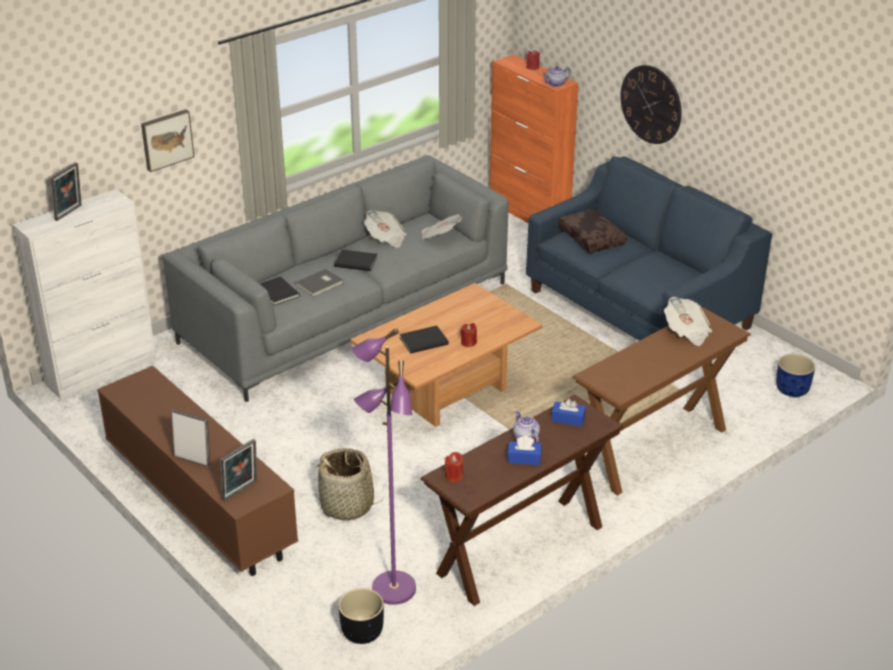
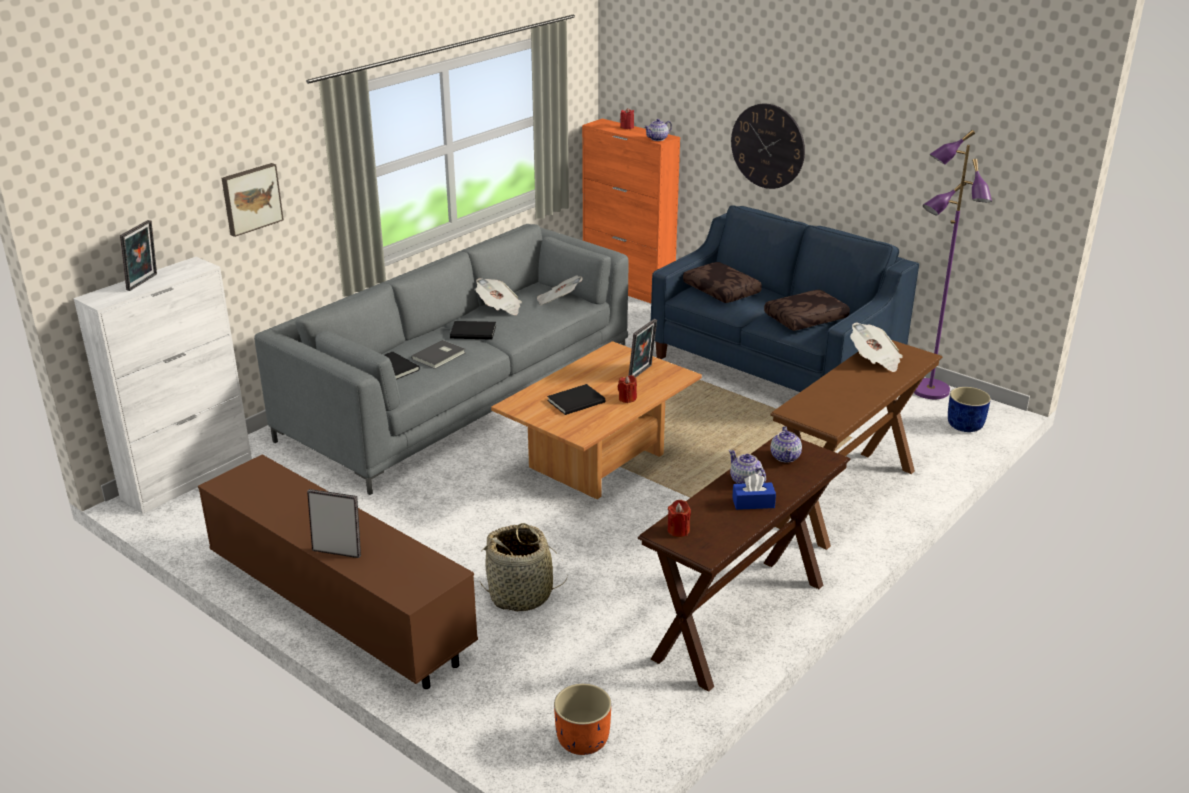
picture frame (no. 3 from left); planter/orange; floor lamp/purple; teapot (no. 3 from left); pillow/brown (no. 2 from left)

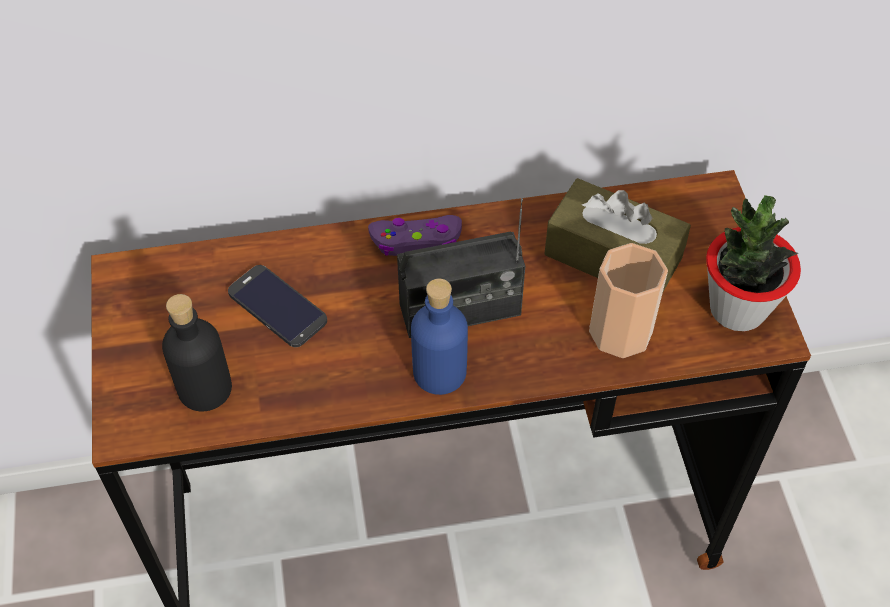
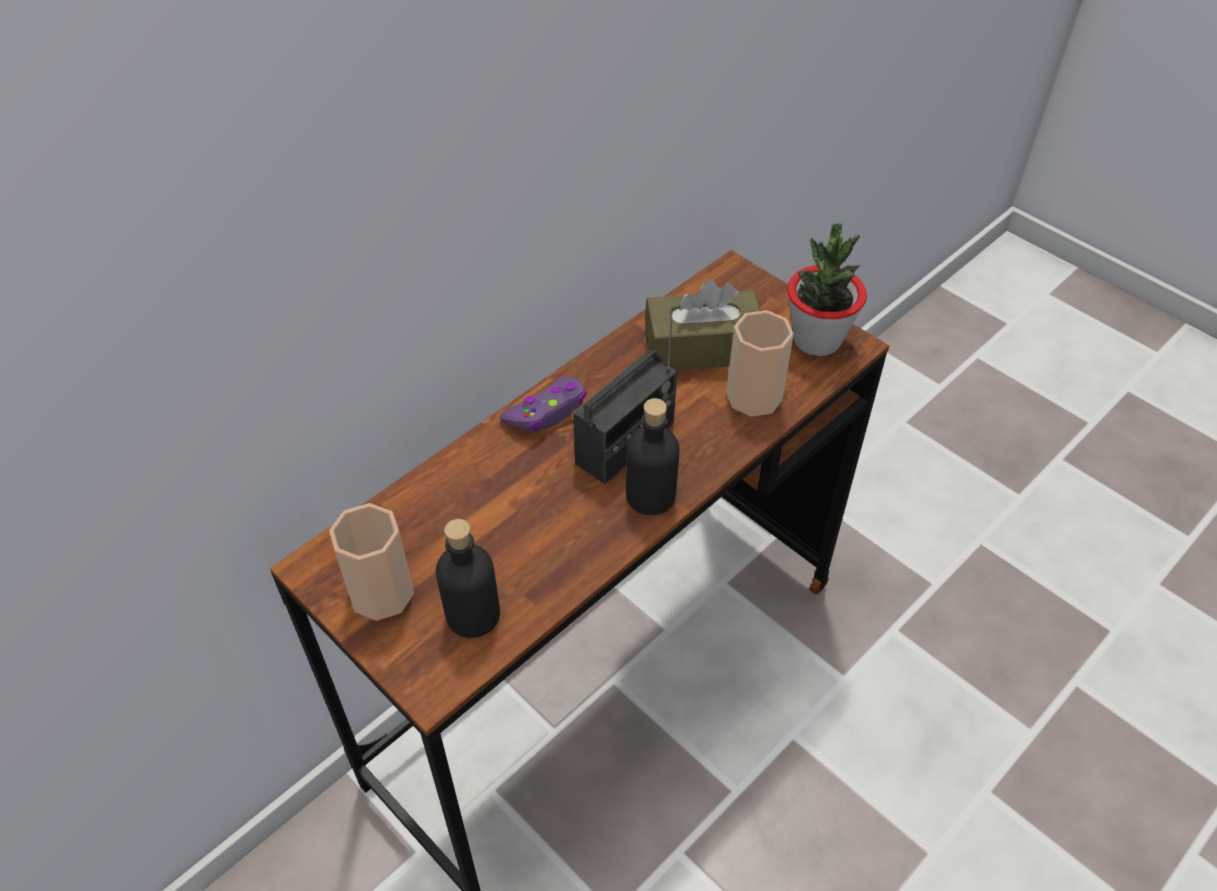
phone; bottle/black (no. 2 from left); cup (no. 1 from left)

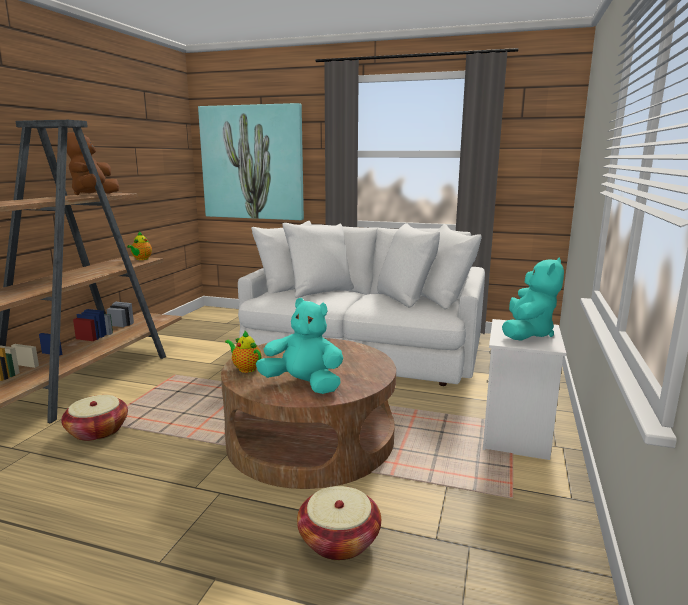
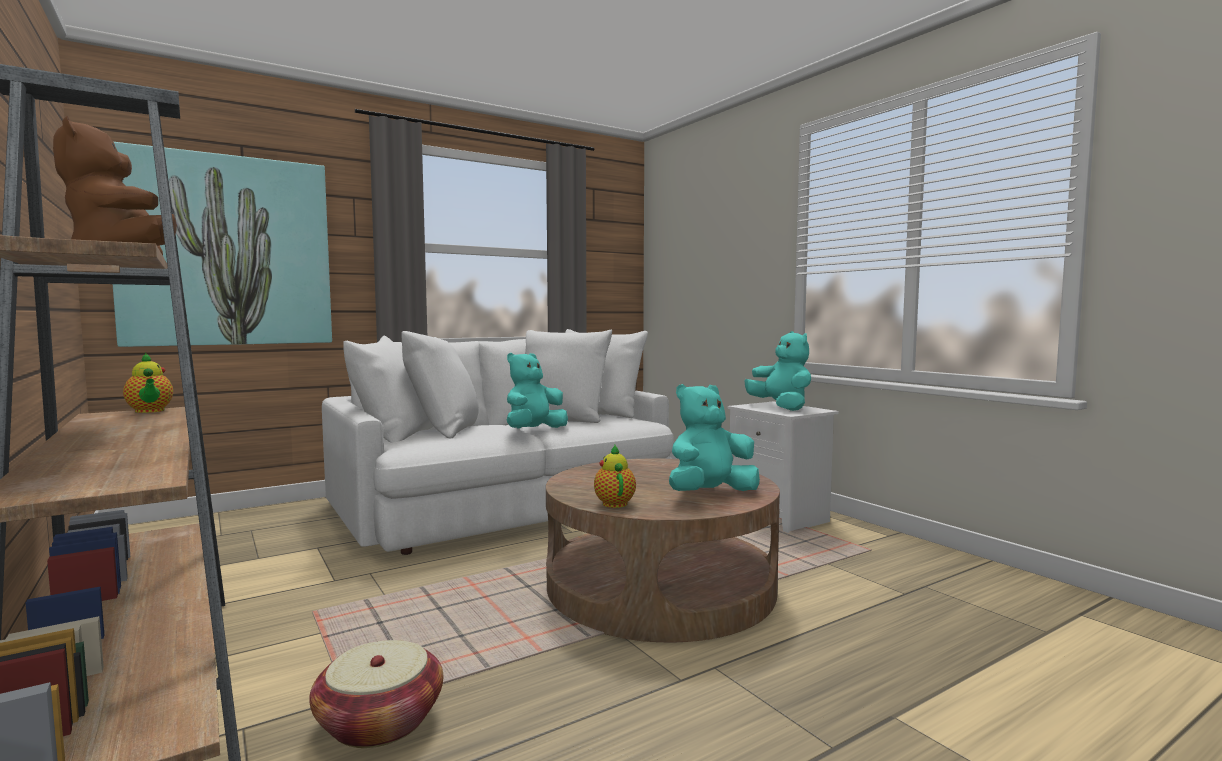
teapot (no. 2 from left); basket (no. 2 from left in the first image); plush toy/turquoise (no. 1 from left)

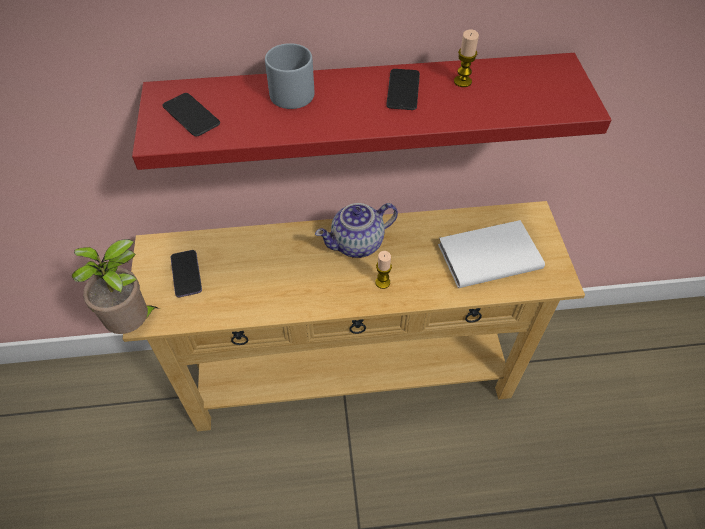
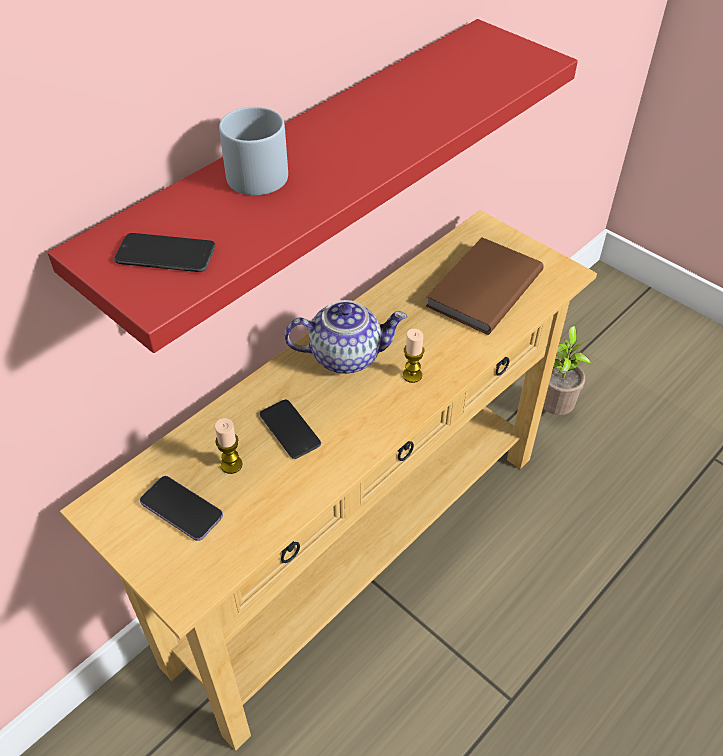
potted plant; teapot; phone (no. 3 from left); book/brown; candle (no. 1 from left)

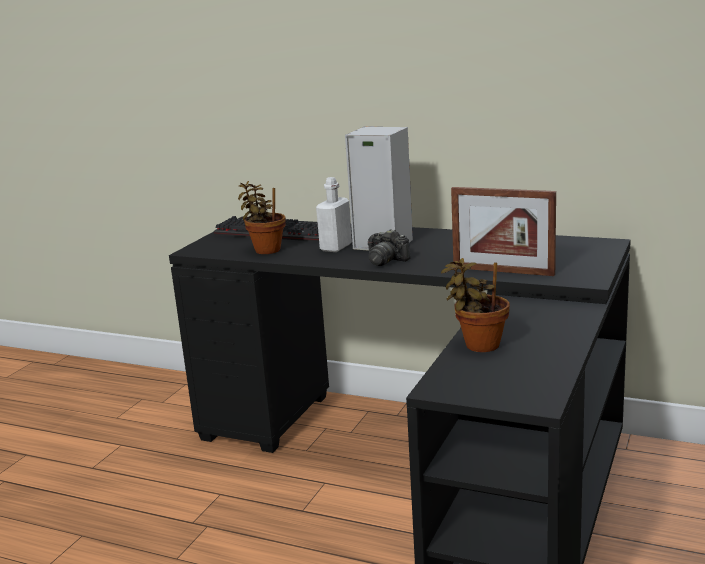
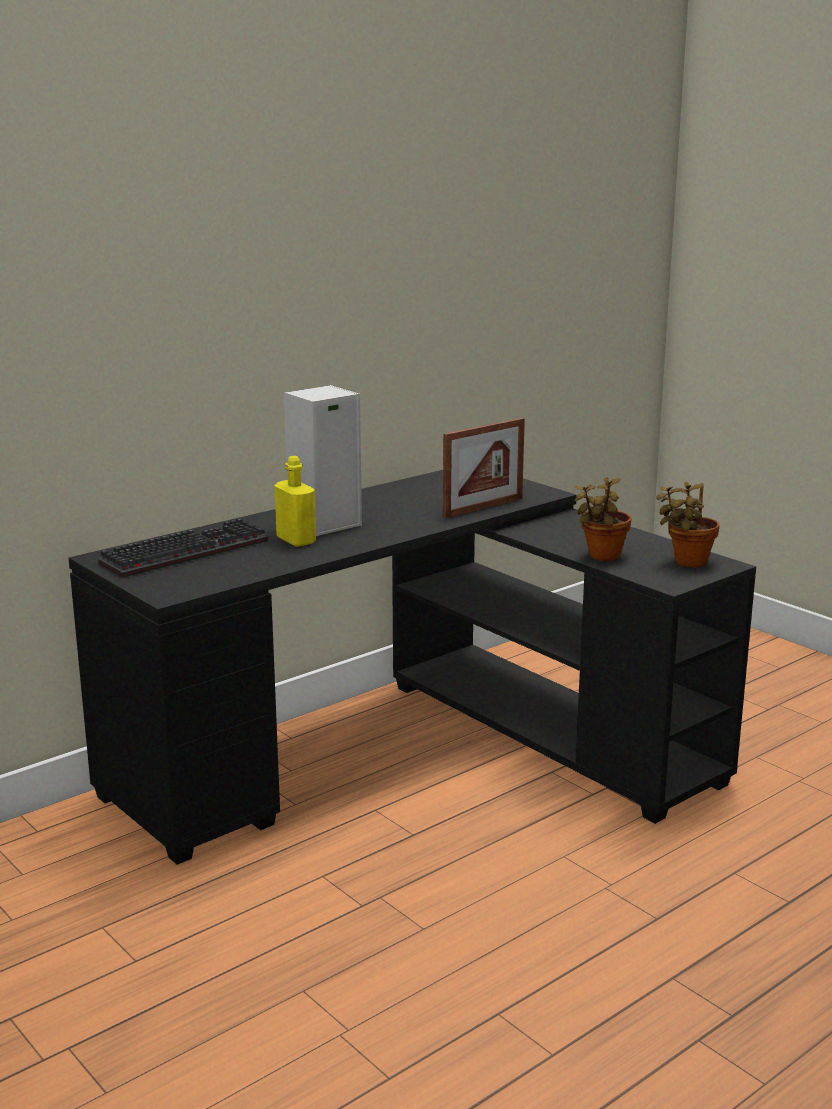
potted plant (no. 2 from left); bottle/yellow; photo camera

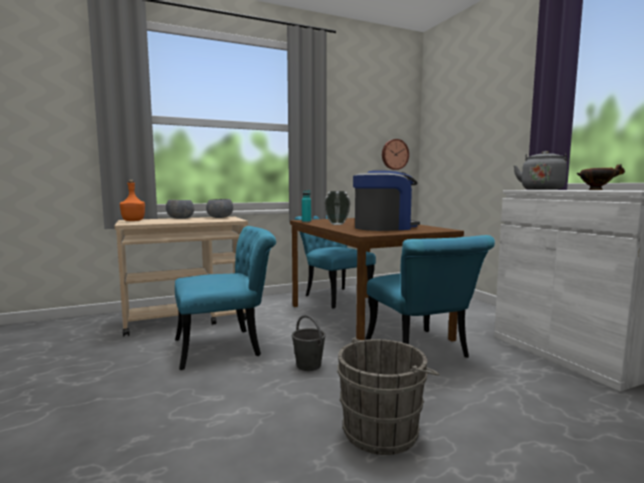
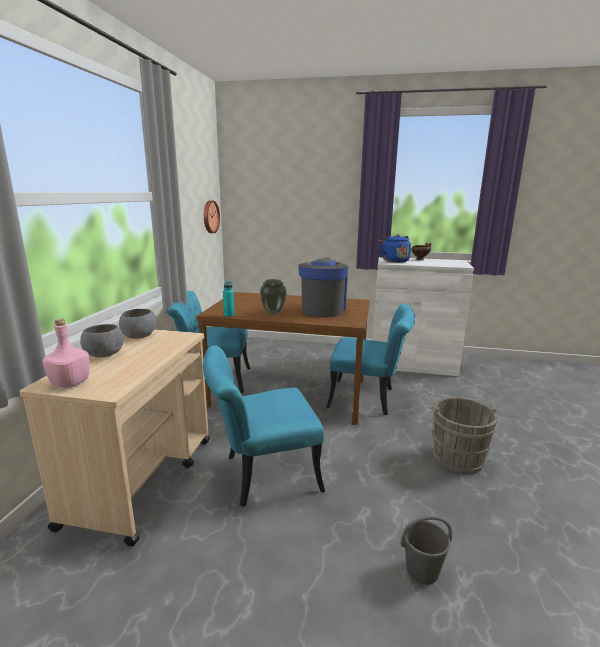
bottle/pink; chair/turquoise (no. 2 from left); bucket/grey (no. 1 from left); kettle/blue

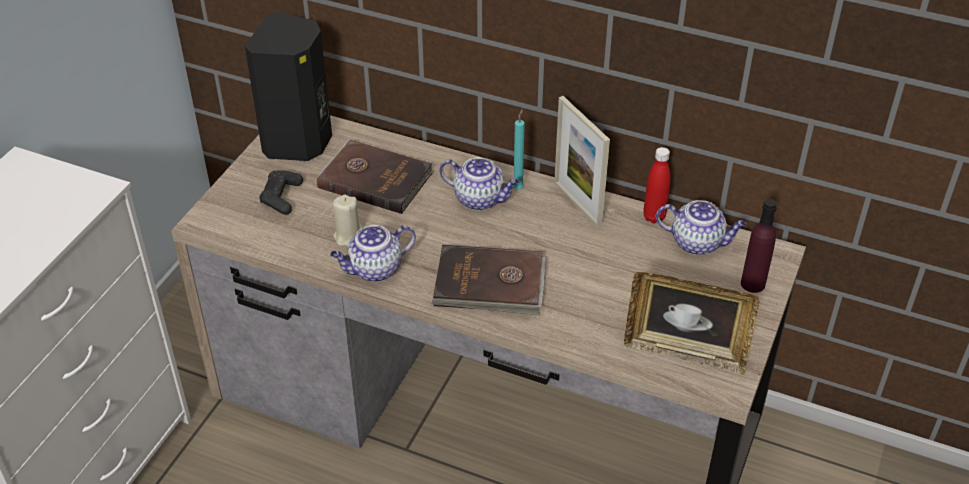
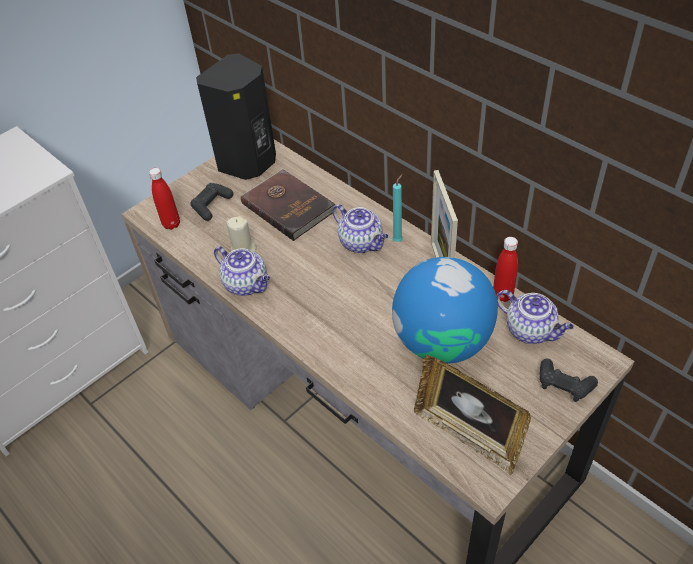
teapot (no. 1 from left); book/brown (no. 2 from left in the first image); game controller/black (no. 2 from left); bottle/red (no. 1 from left); globe

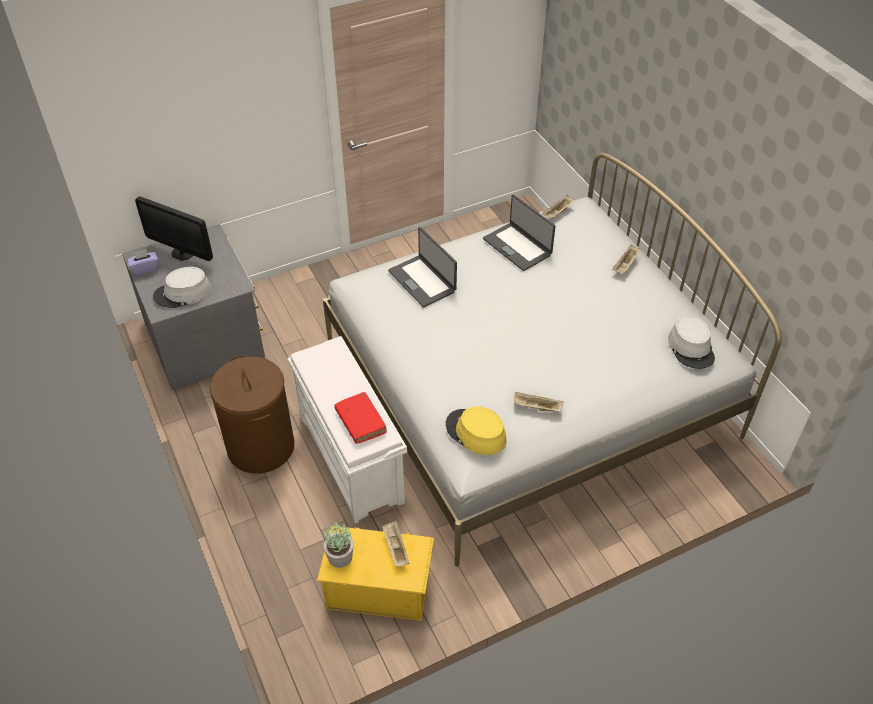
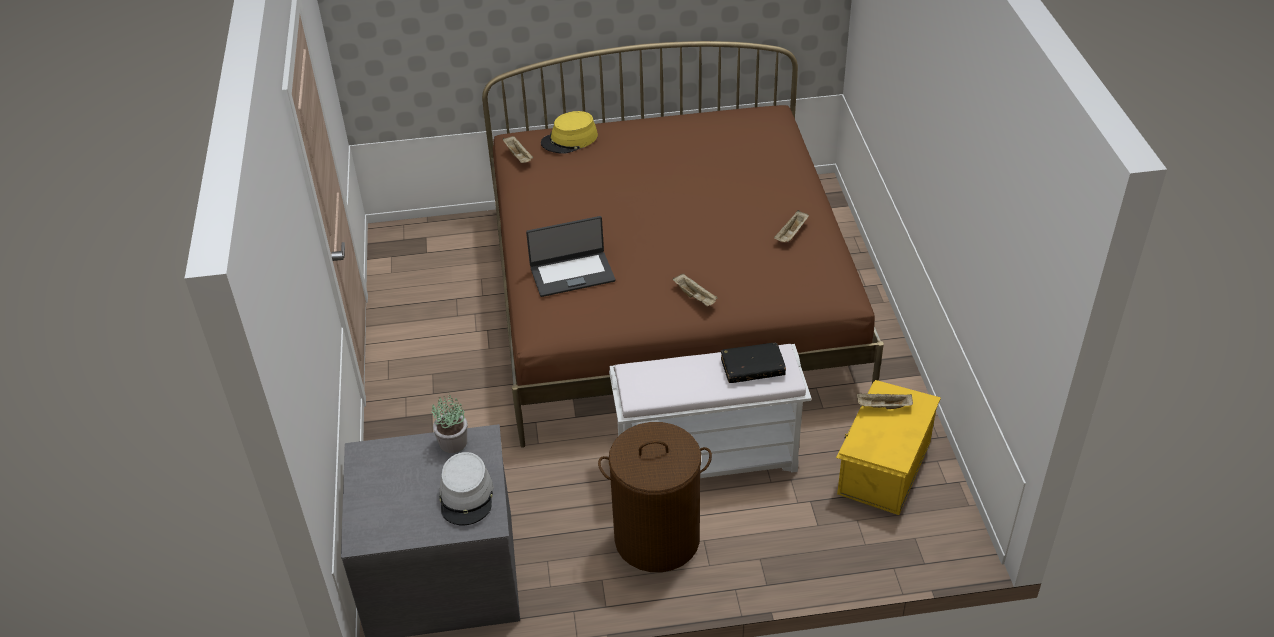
tissue box/purple; monitor; bed/brown; potted plant; book/black; hat/yellow; laptop (no. 2 from left in the first image); tray/beige (no. 2 from left); hat/grey (no. 2 from left in the first image)

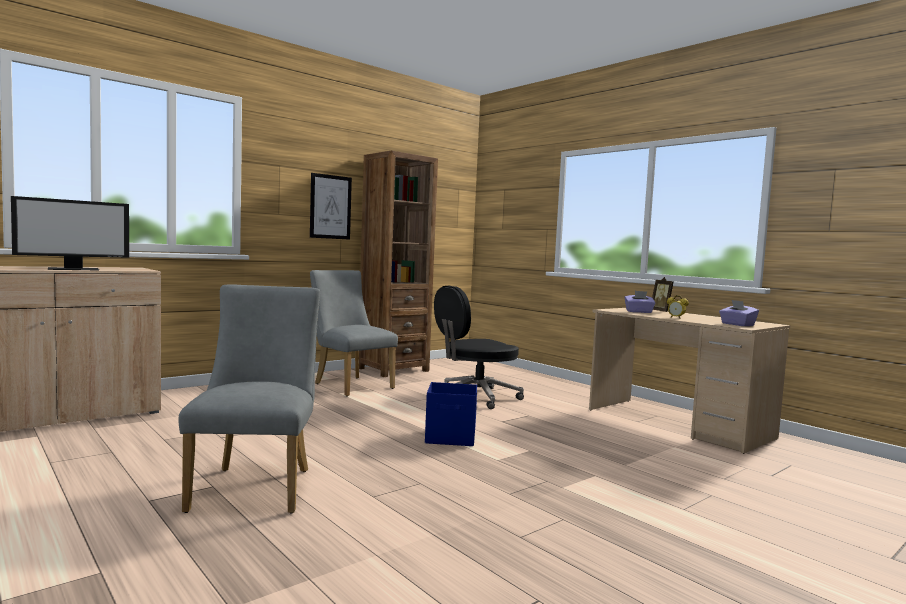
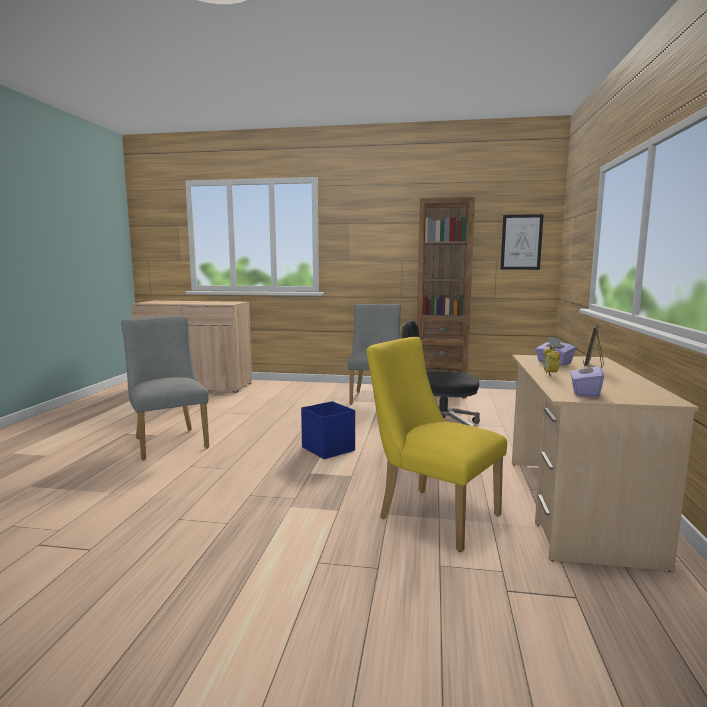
monitor; chair/grey (no. 1 from left); picture; chair/yellow

